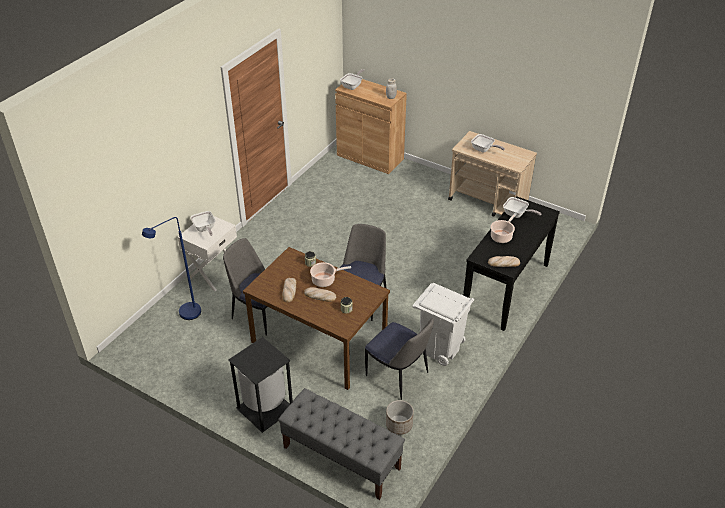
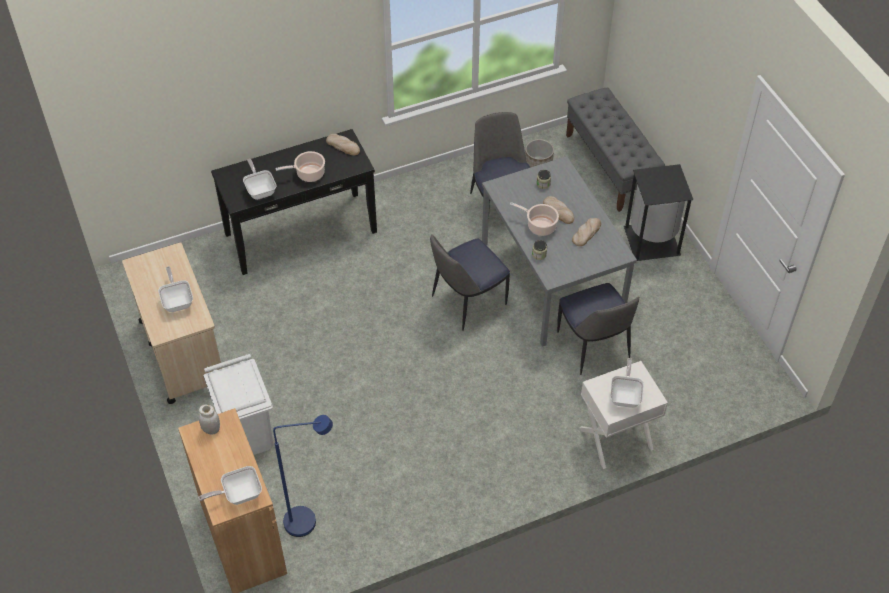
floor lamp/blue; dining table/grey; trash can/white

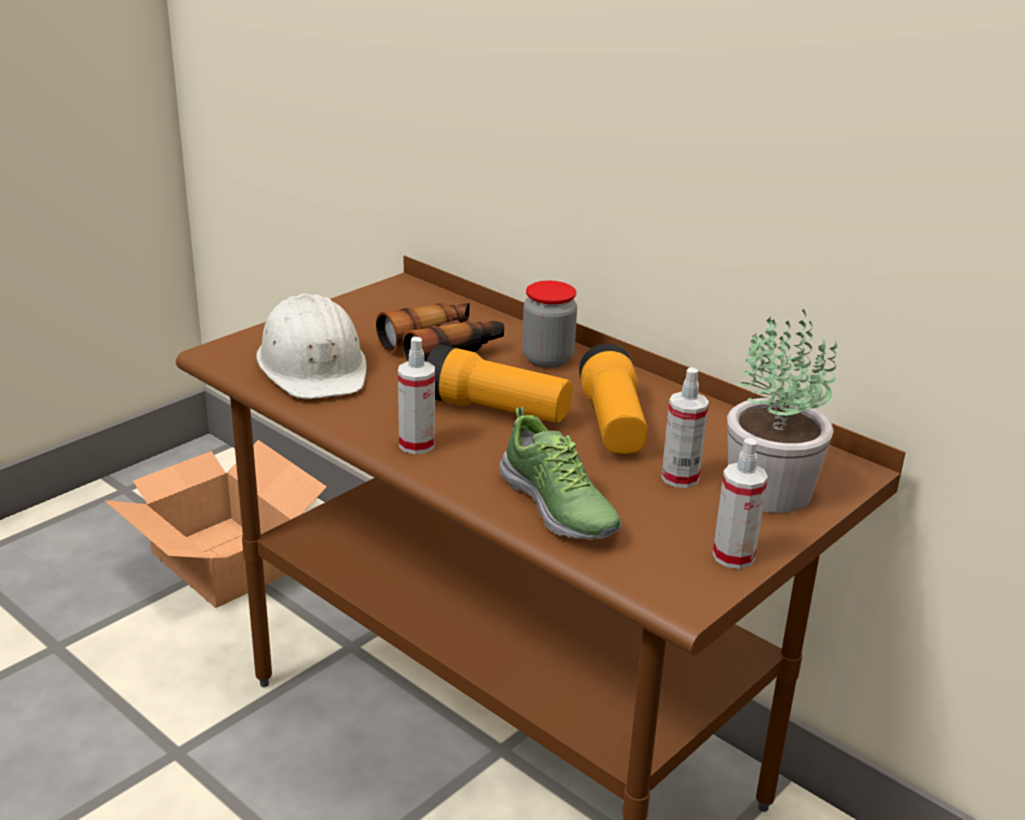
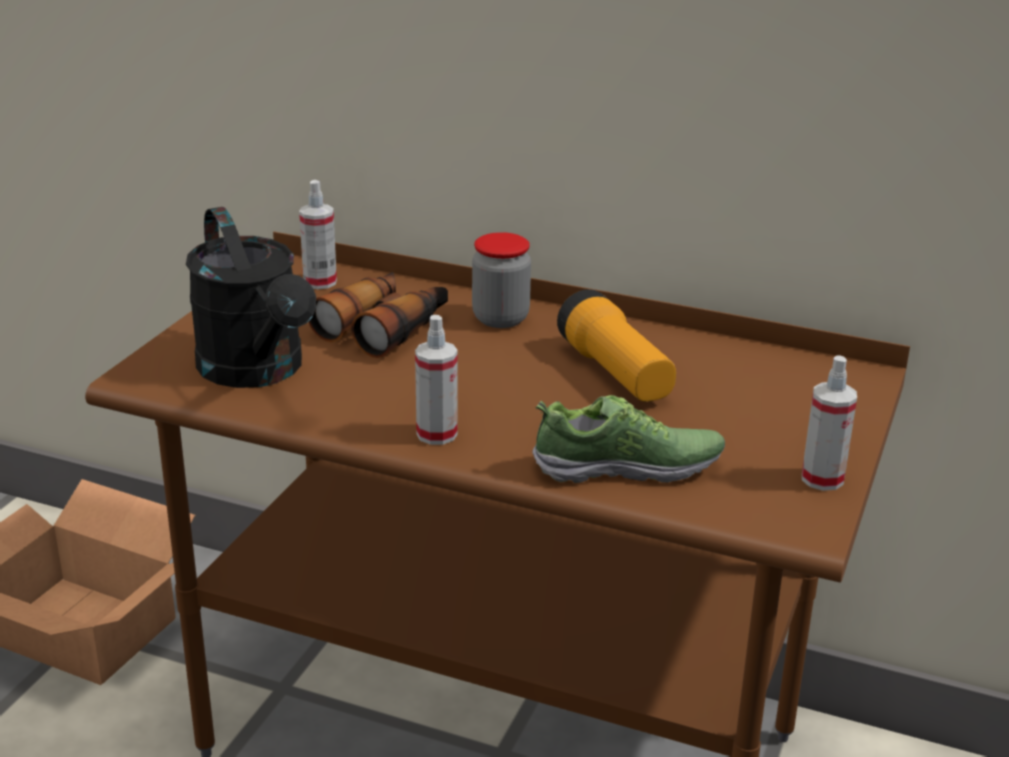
watering can/black; flashlight (no. 1 from left in the first image); shoe; spray bottle (no. 1 from left); potted plant

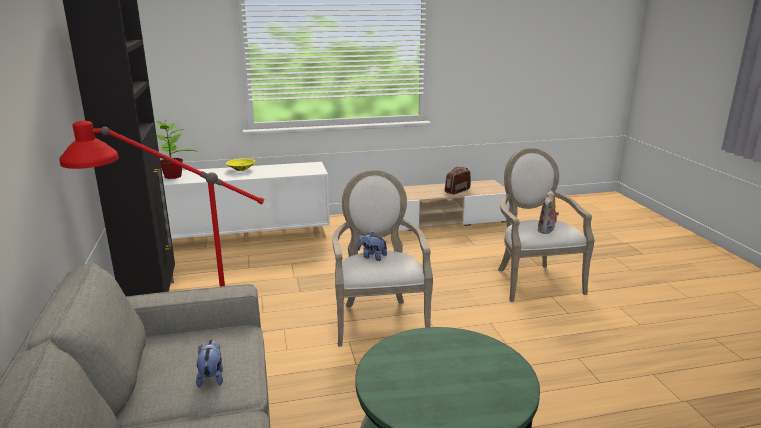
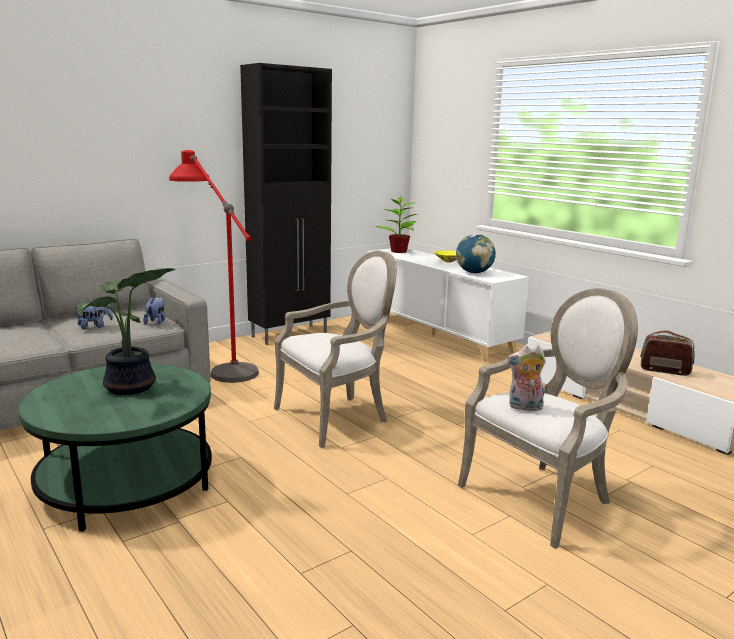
plush toy (no. 2 from left); potted plant (no. 1 from left); globe

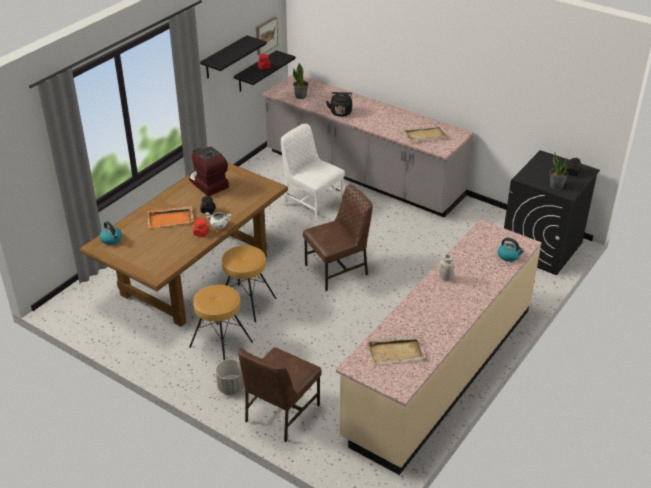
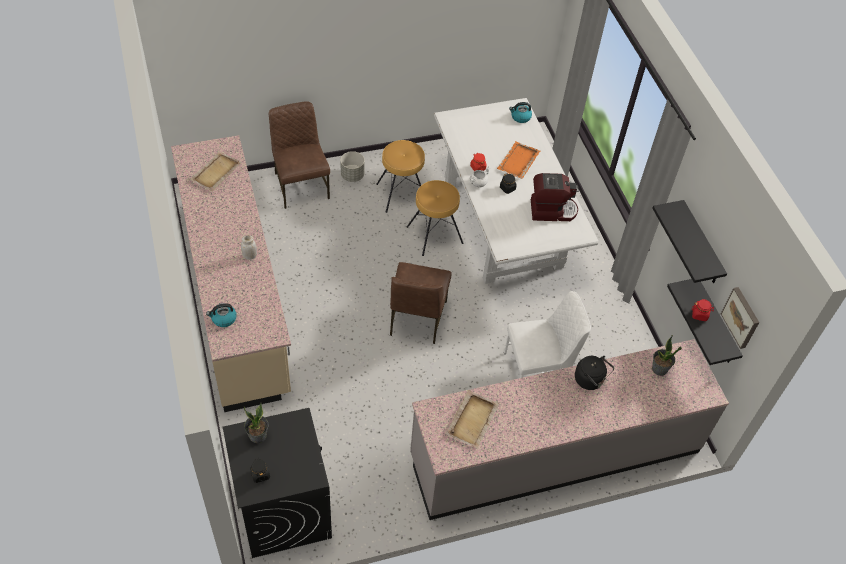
dining table/white

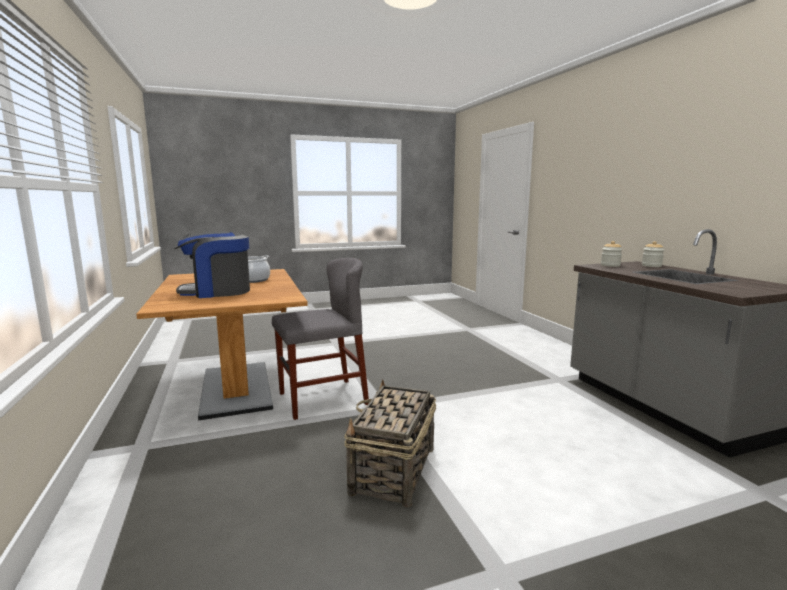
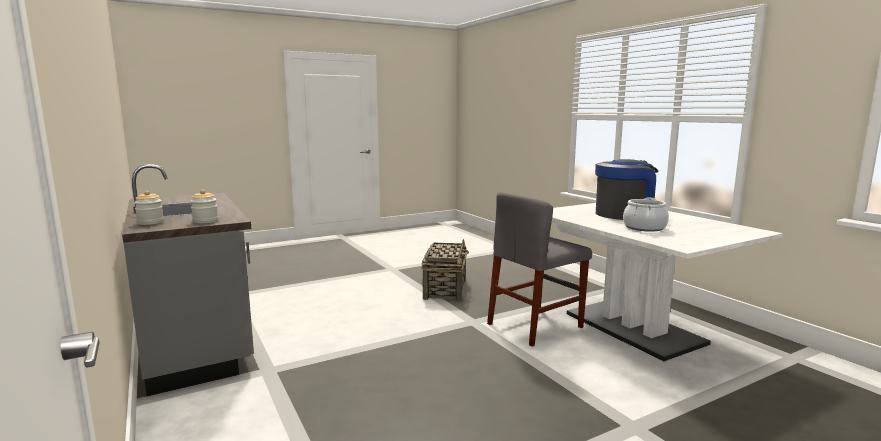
dining table/white

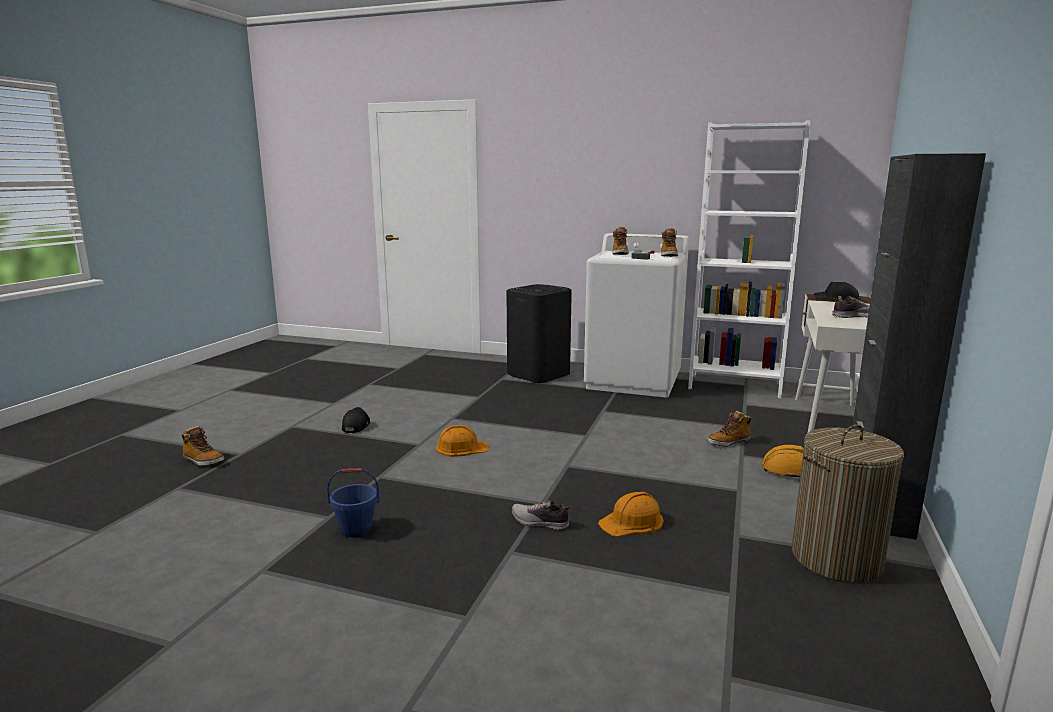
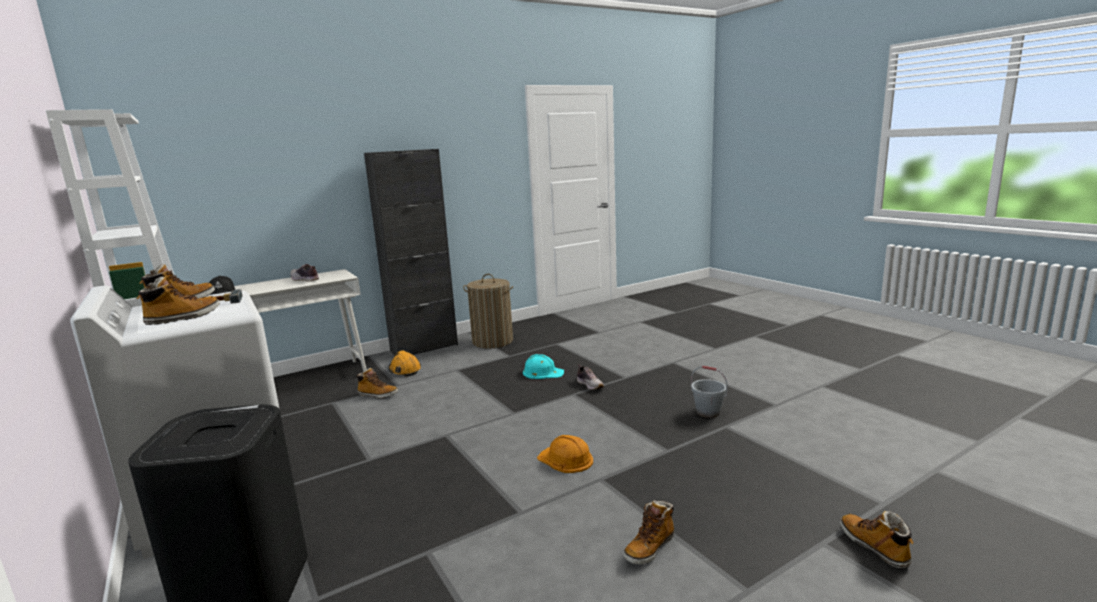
bucket/grey; boot (no. 4 from left); hard hat/turquoise

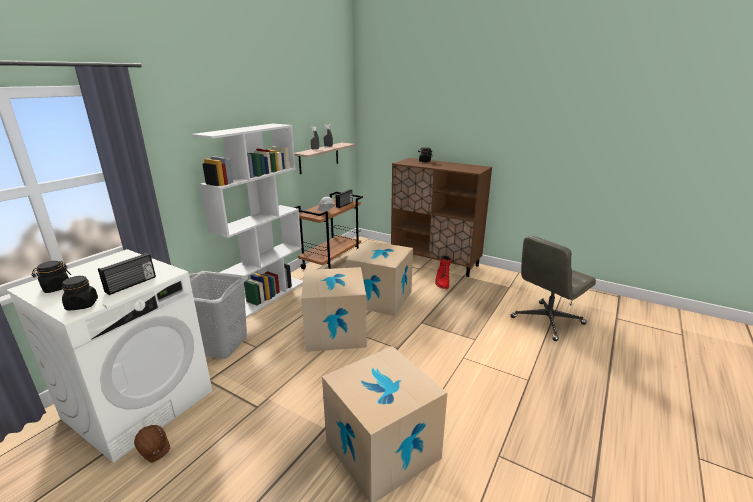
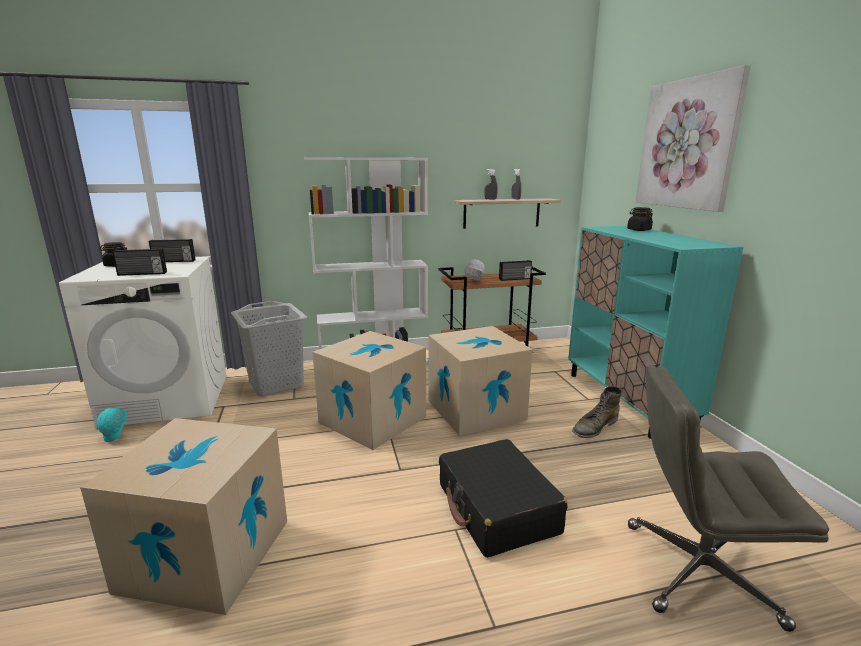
jar/black (no. 2 from left in the first image); hard hat/turquoise; cabinet/turquoise; boot/green; radio (no. 2 from left); suitcase/black; picture

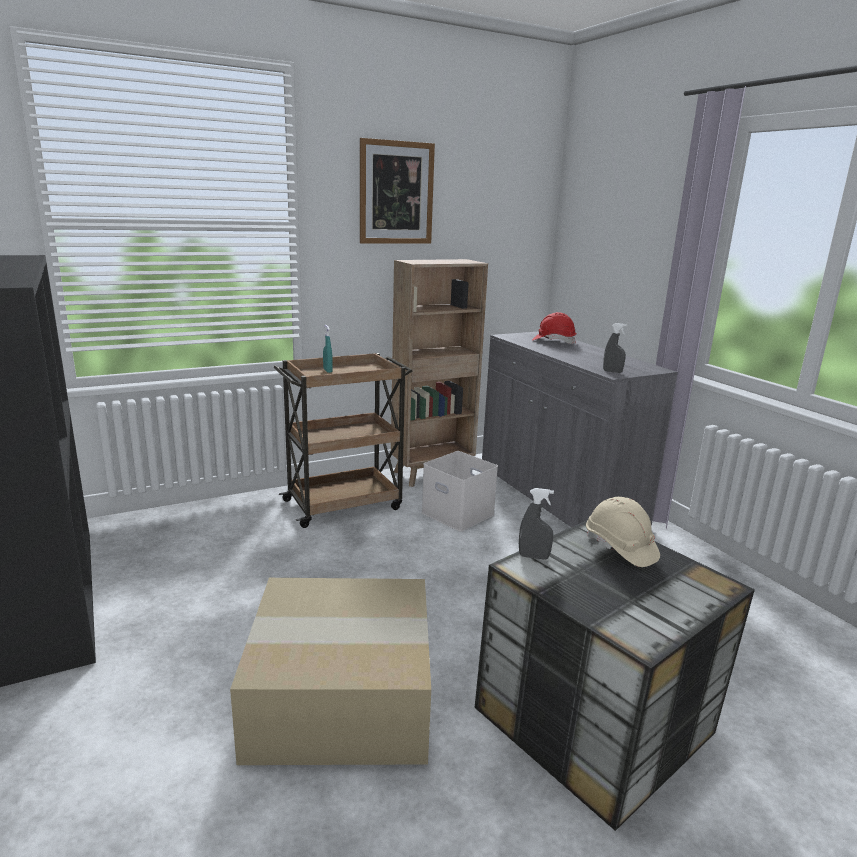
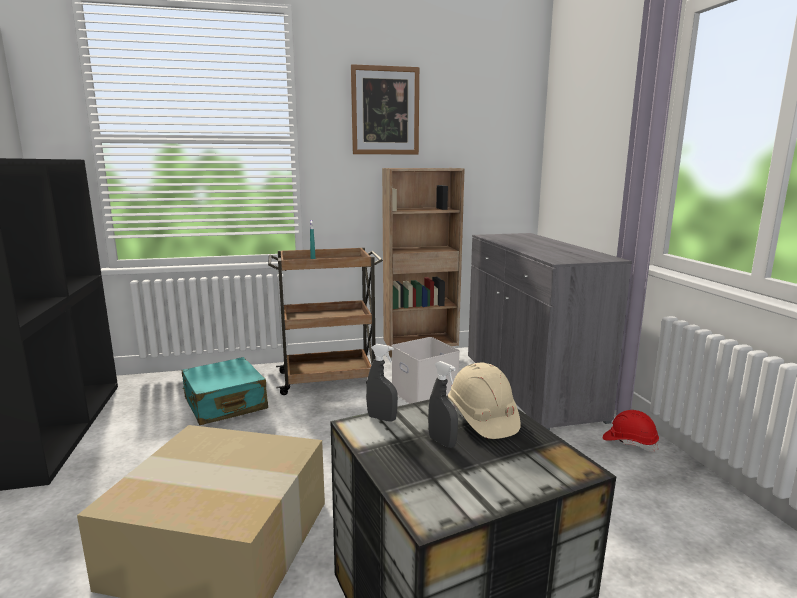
hard hat/red; spray bottle/grey (no. 2 from left); suitcase/turquoise

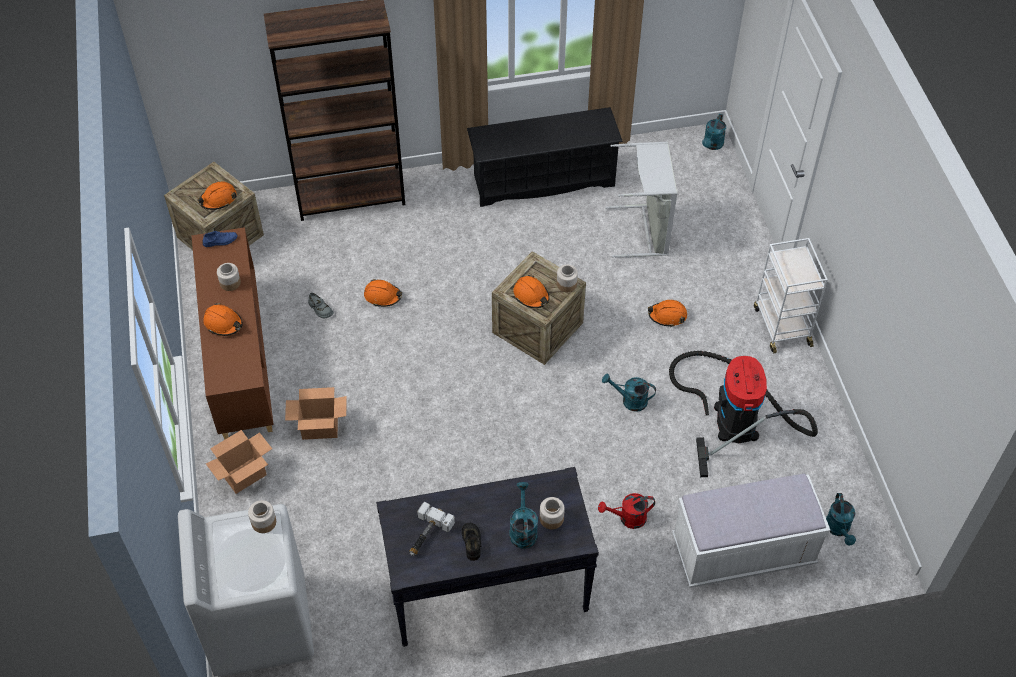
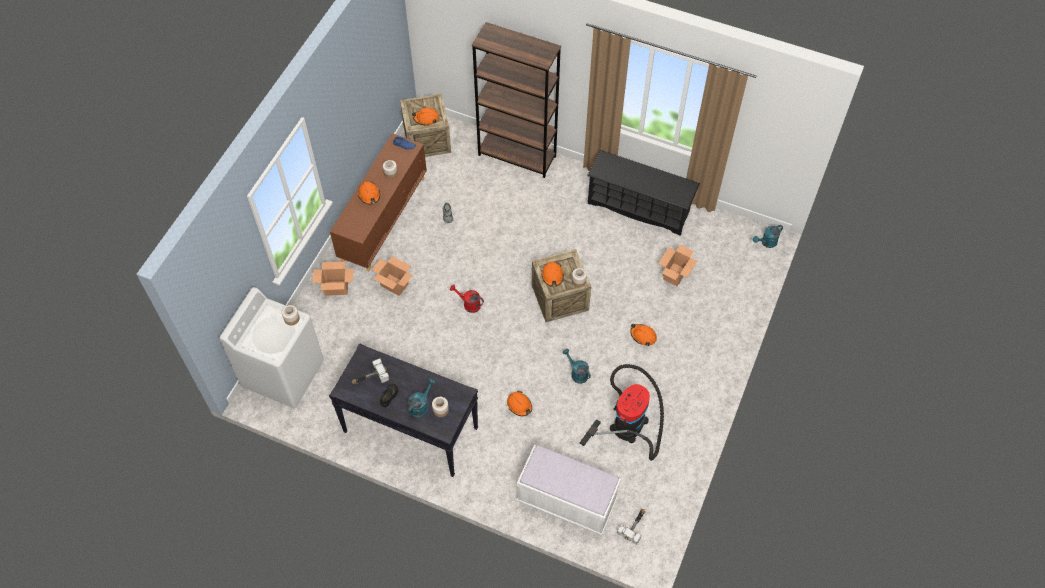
hard hat/orange (no. 3 from left); watering can/red; cardboard box (no. 3 from left); cart/white; hammer (no. 2 from left)

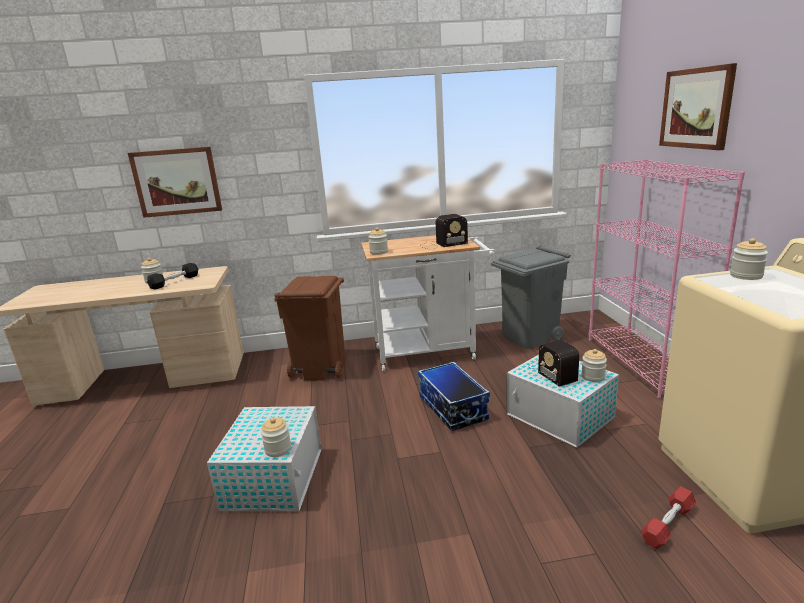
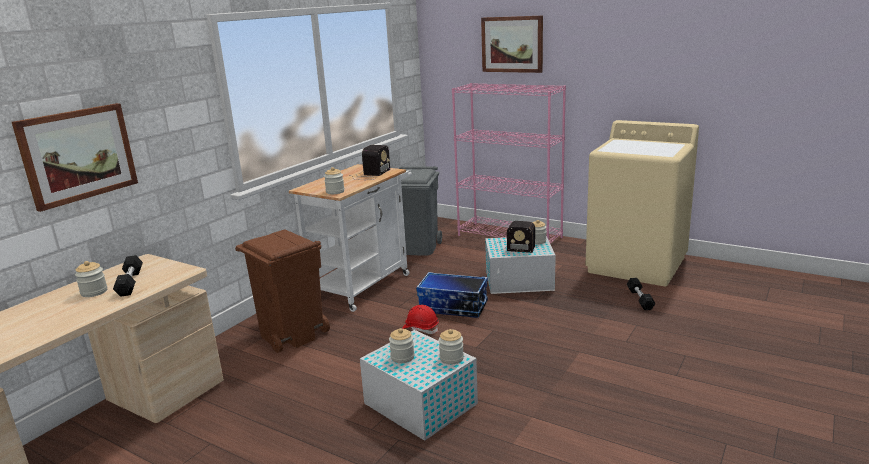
dumbbell/black (no. 2 from left); jar (no. 3 from left); hard hat/red

